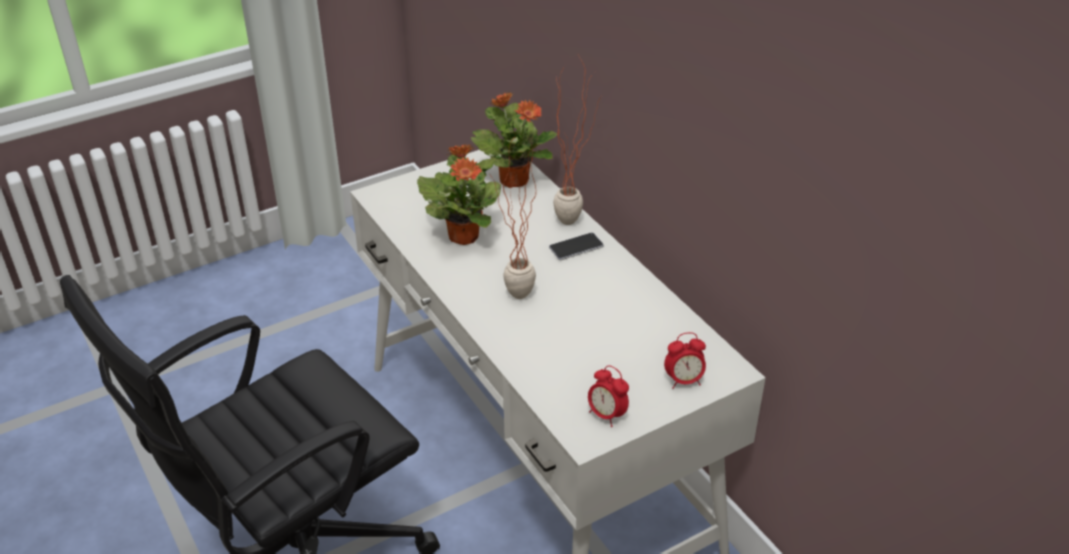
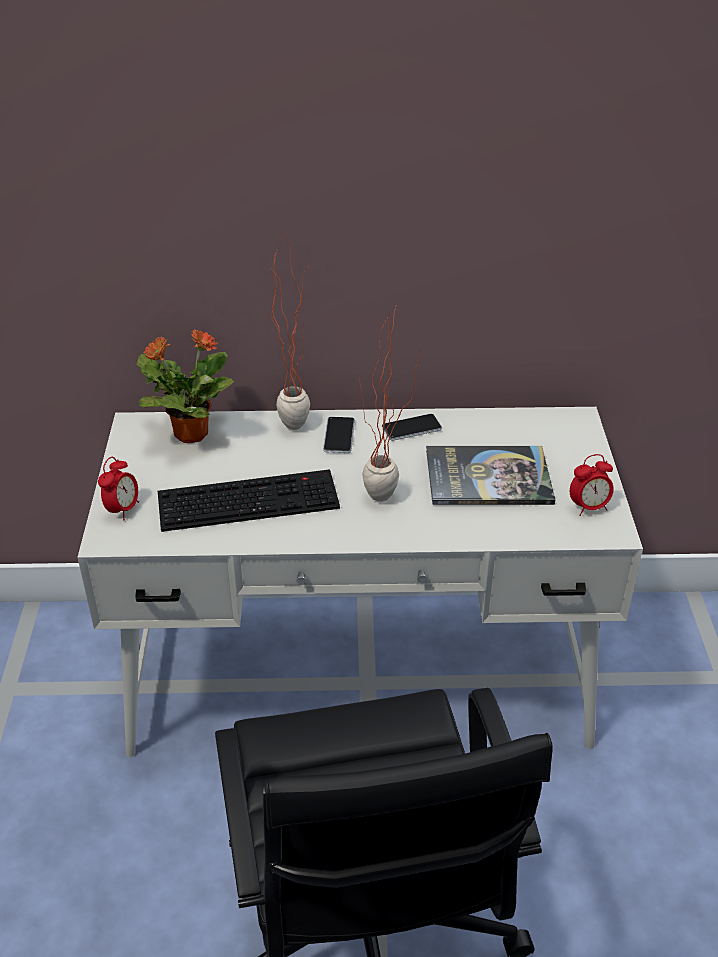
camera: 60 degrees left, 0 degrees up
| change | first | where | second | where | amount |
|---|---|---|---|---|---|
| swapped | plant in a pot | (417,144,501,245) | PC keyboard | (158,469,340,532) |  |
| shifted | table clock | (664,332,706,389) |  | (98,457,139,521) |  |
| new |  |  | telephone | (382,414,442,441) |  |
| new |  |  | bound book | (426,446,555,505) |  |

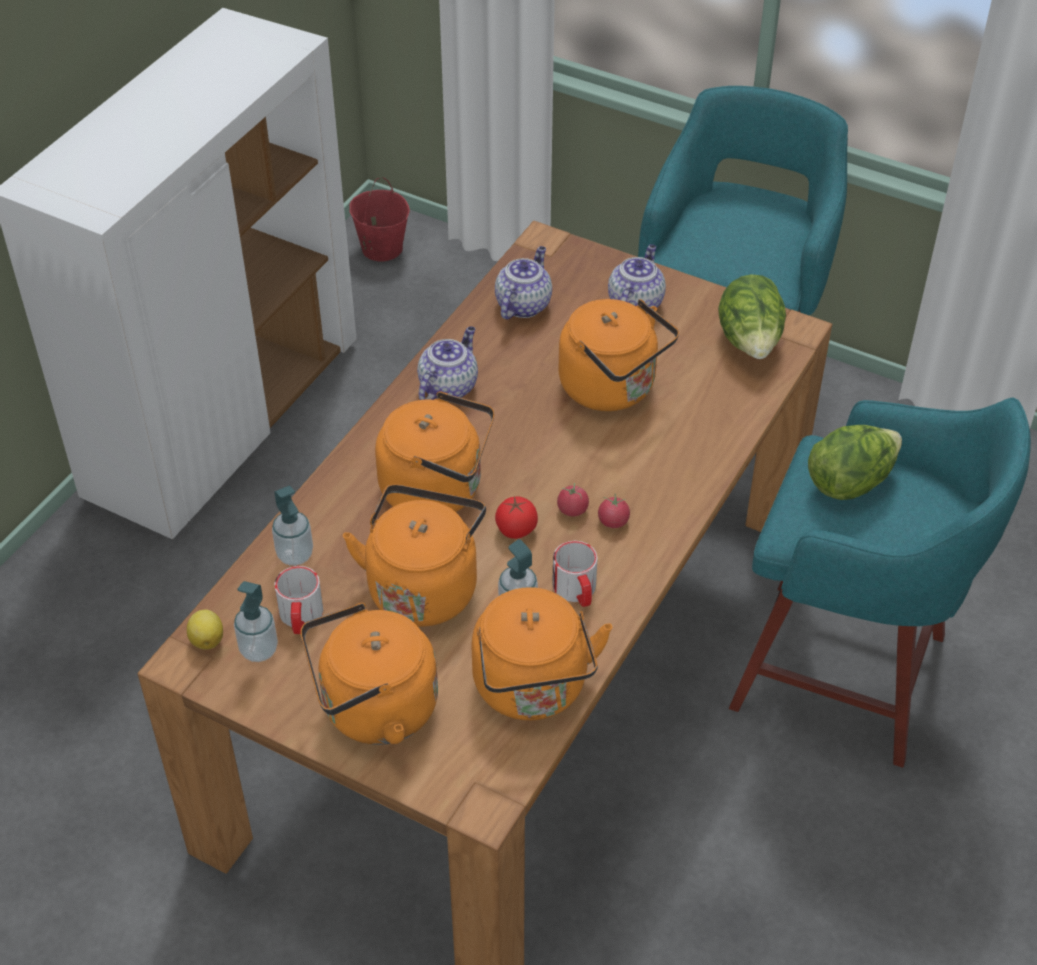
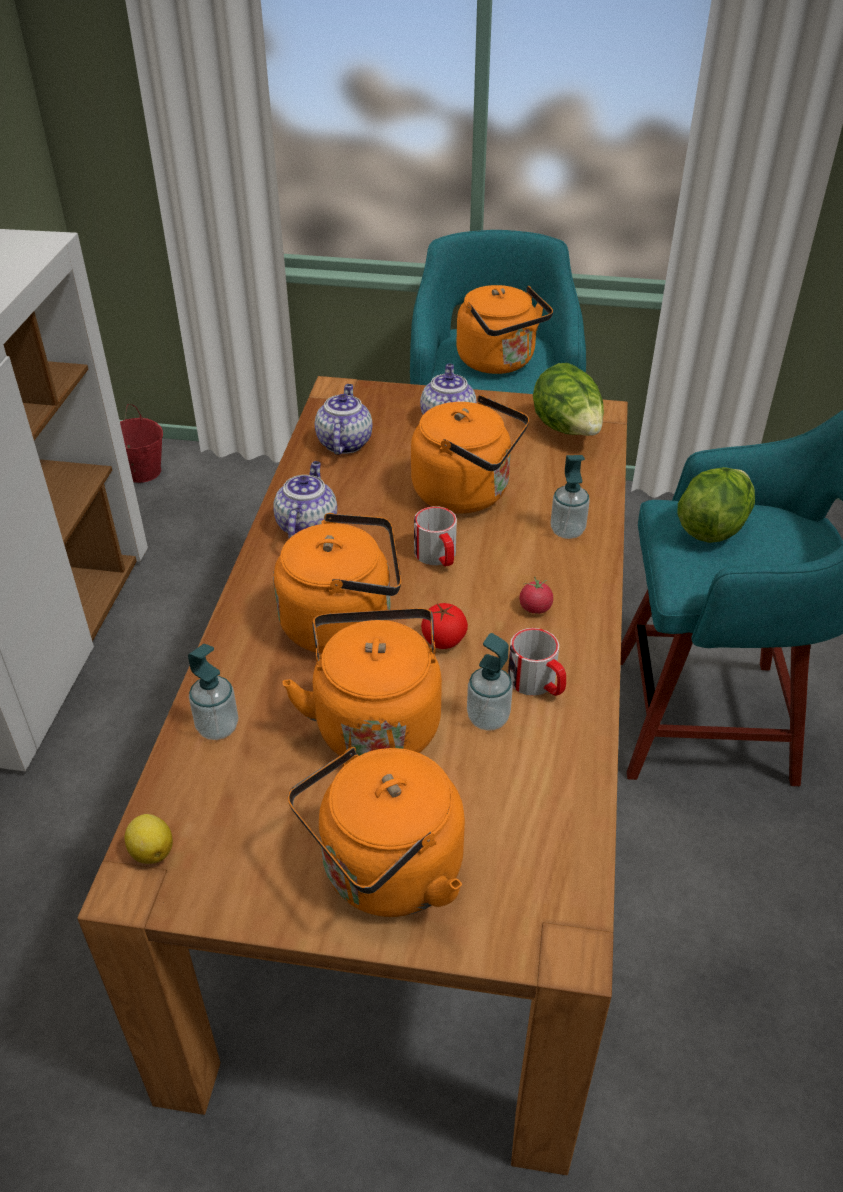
camera: 20 degrees left, 5 degrees down
| change | first | where | second | where | amount |
|---|---|---|---|---|---|
| gone | whole tomato | (557,483,589,517) |  |  |  |
| shifted | coffee mug | (274,566,323,634) |  | (414,506,457,566) |  |
| shifted | soap bottle | (234,581,278,662) |  | (550,455,590,539) |  |
| shifted | tea kettle (orange-coloured) | (471,587,612,720) |  | (456,285,553,374) |  |

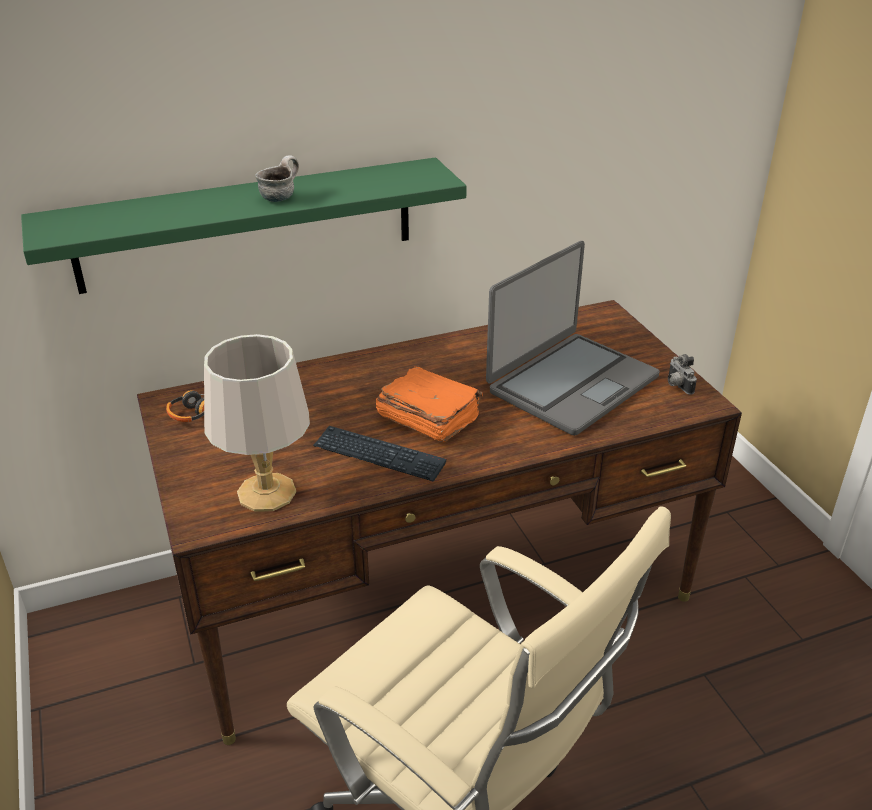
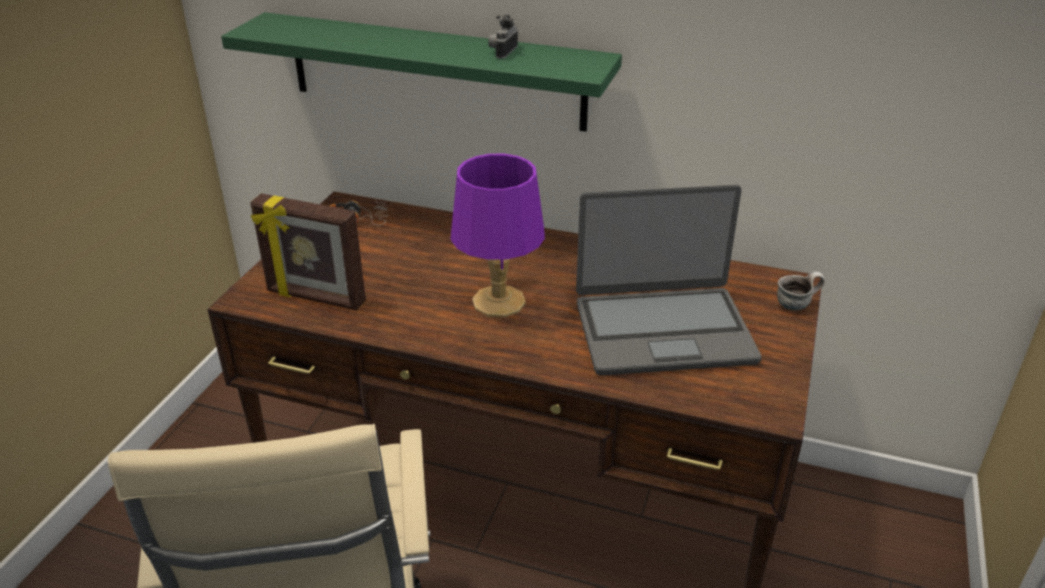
camera: 40 degrees right, 0 degrees up
| change | first | where | second | where | amount |
|---|---|---|---|---|---|
| shifted | coffee mug | (255,155,299,202) |  | (777,272,825,310) |  |
| swapped | lamp for a table (gray) | (204,334,310,512) | standing frame | (250,193,366,310) |  |
| shifted | still camera | (668,354,697,395) |  | (488,14,518,59) |  |
| swapped | bound book (orange-coloured) | (376,367,483,443) | lamp for a table (purple-coloured) | (450,154,545,317) |  |
| gone | PC keyboard | (313,426,446,481) |  |  |  |

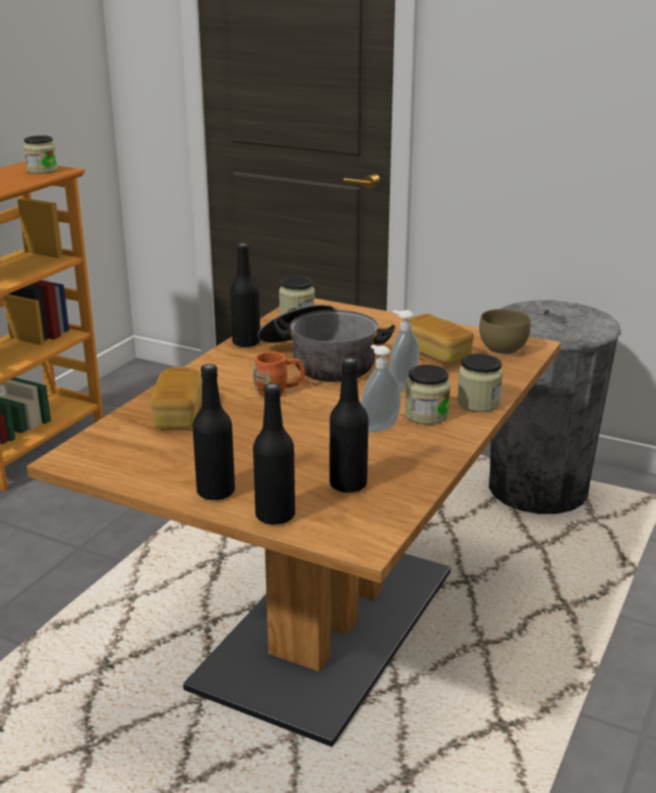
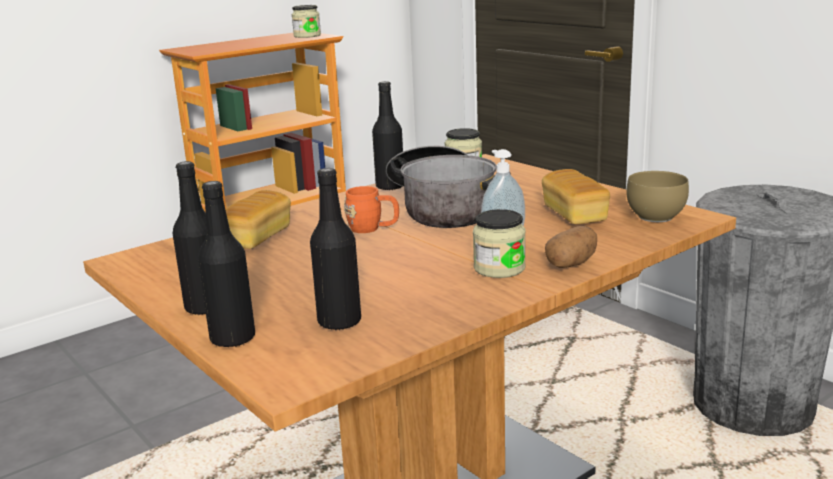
camera: 25 degrees right, 5 degrees down
| change | first | where | second | where | amount |
|---|---|---|---|---|---|
| gone | soap bottle | (361,345,401,433) |  |  |  |
| swapped | preserve jar | (457,354,503,412) | spud | (545,226,597,268) |  |

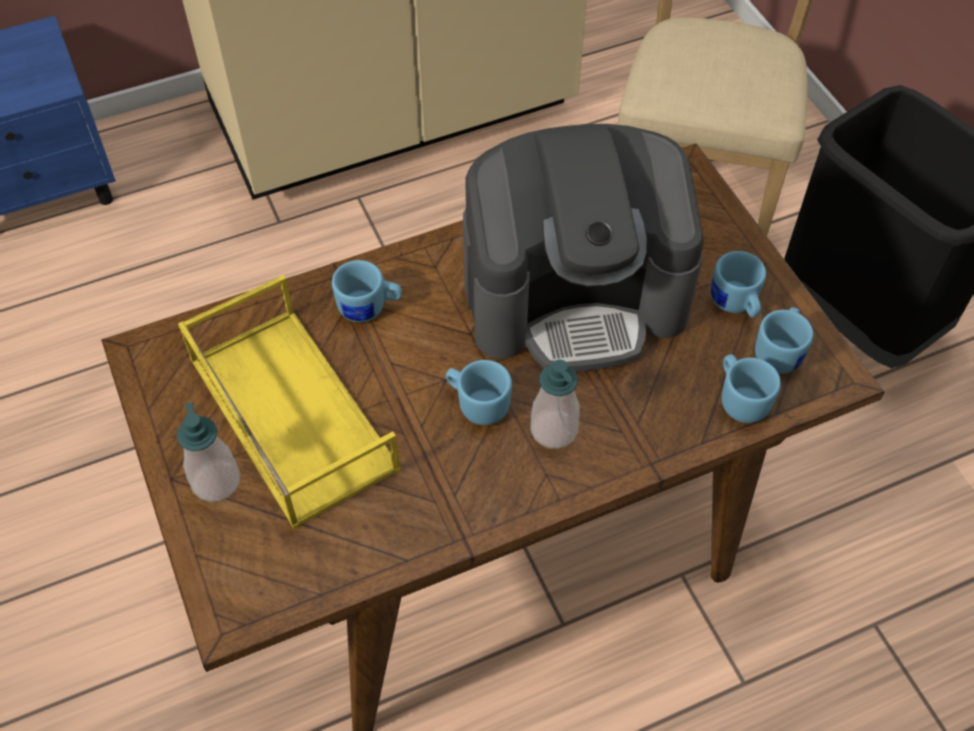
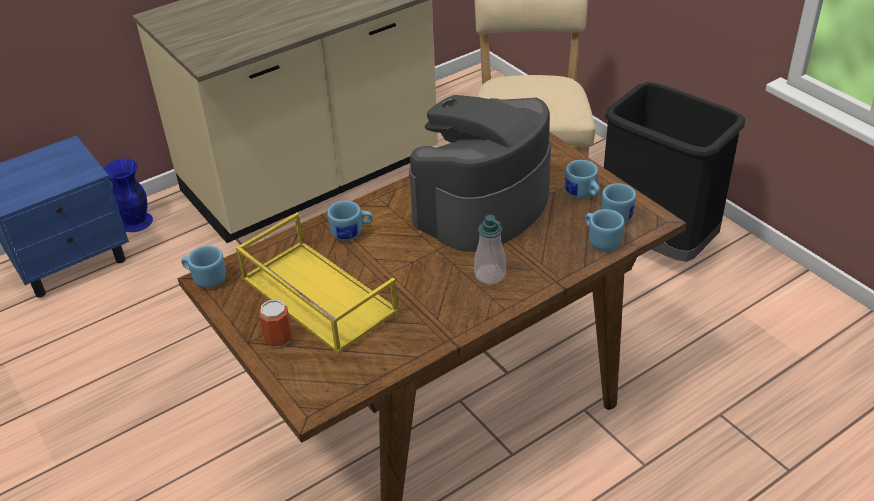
camera: 10 degrees left, 15 degrees down
| change | first | where | second | where | amount |
|---|---|---|---|---|---|
| rotated | coffee maker | (463,124,704,372) |  | (409,95,551,252) | 150 degrees clockwise |
| shifted | coffee mug (blue-coloured) | (446,360,512,425) |  | (181,246,226,288) |  |
| swapped | soap bottle | (177,402,240,502) | sealed can | (259,299,292,347) |  |
| new |  |  | flower vase (blue-coloured) | (104,158,153,232) |  |

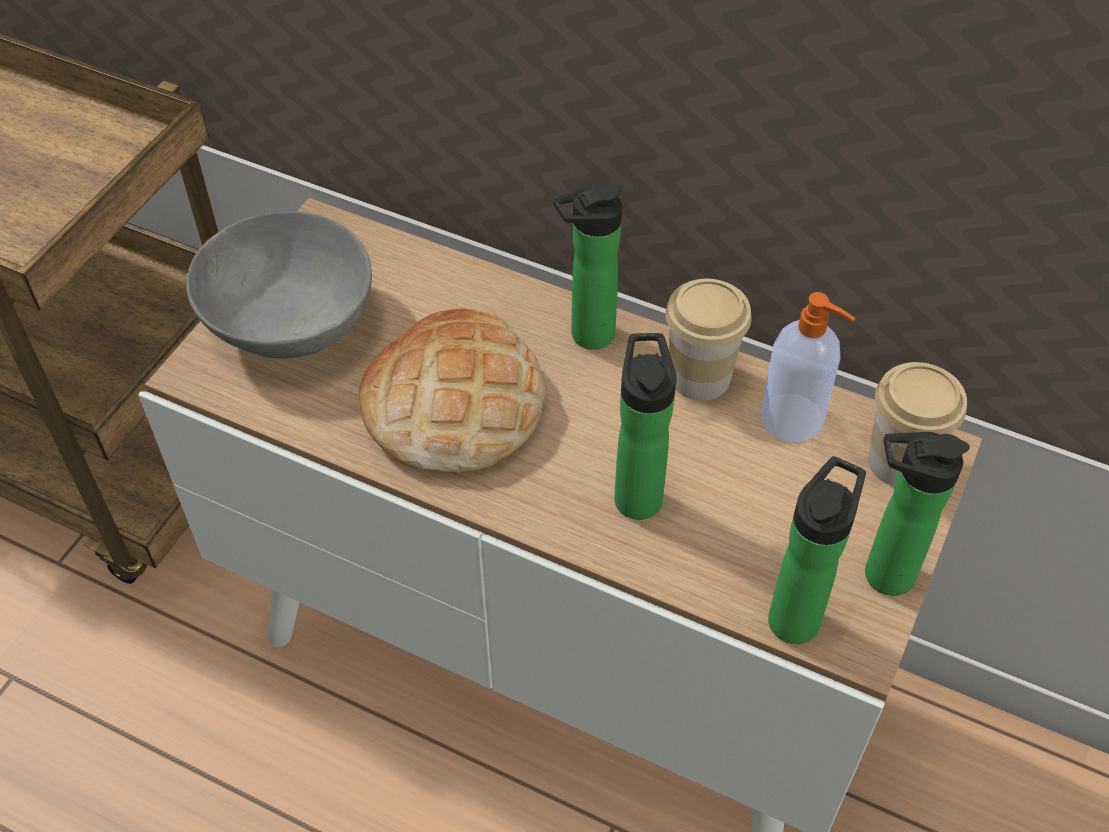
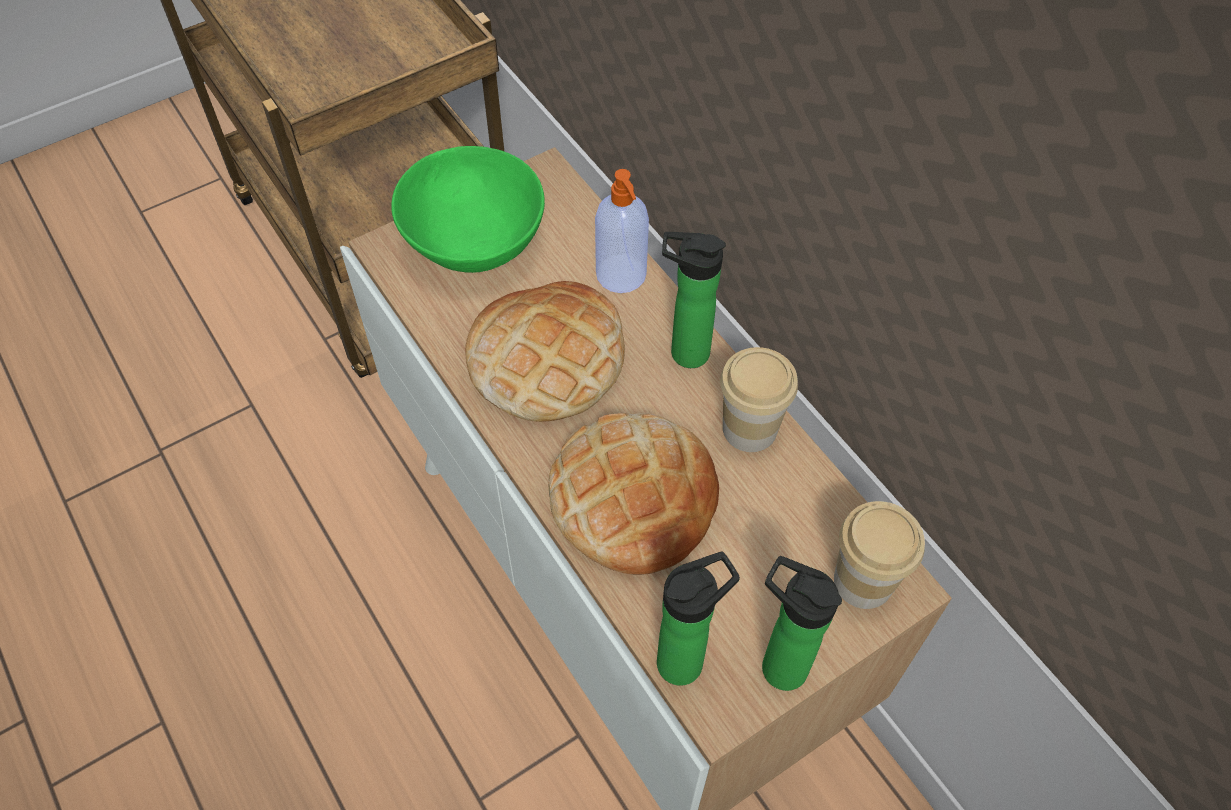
camera: 30 degrees right, 5 degrees up
| change | first | where | second | where | amount |
|---|---|---|---|---|---|
| repainted | deep dish (gray) | (186,211,372,359) | deep dish (green) | (391,146,545,273) |  |
| shifted | soap bottle | (761,292,855,442) |  | (595,169,649,293) |  |
| swapped | beverage bottle | (614,333,677,520) | baked bread | (549,413,719,575) |  |

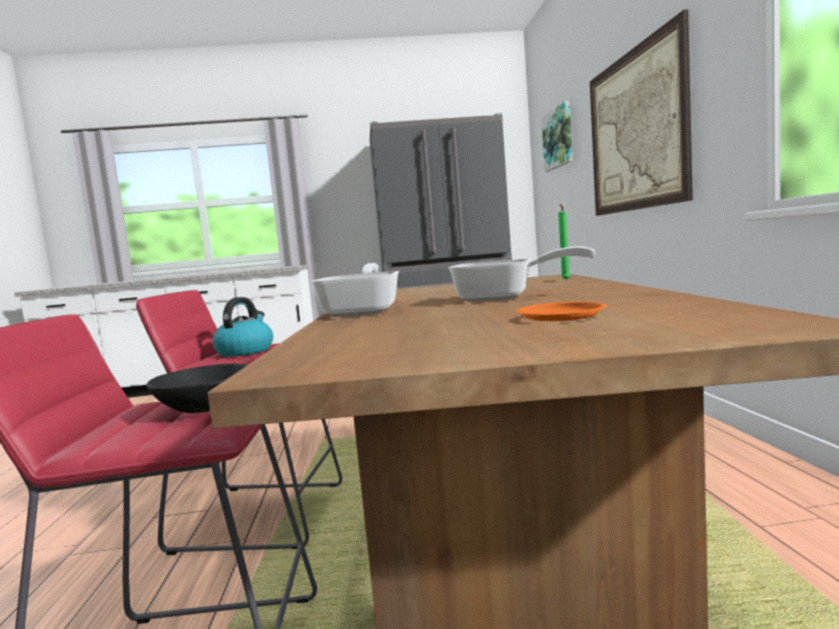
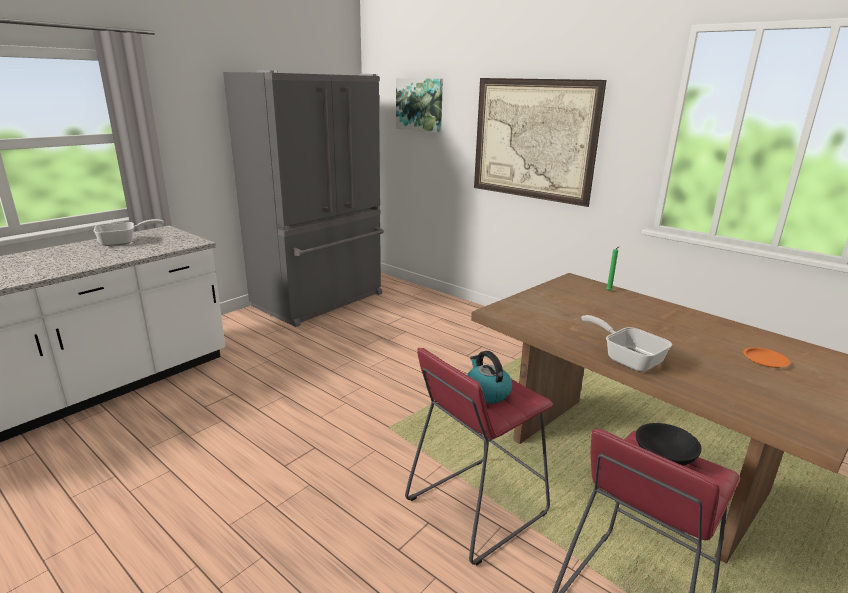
camera: 45 degrees left, 15 degrees up
| change | first | where | second | where | amount |
|---|---|---|---|---|---|
| shifted | skillet | (448,247,596,302) |  | (94,219,164,246) |  |

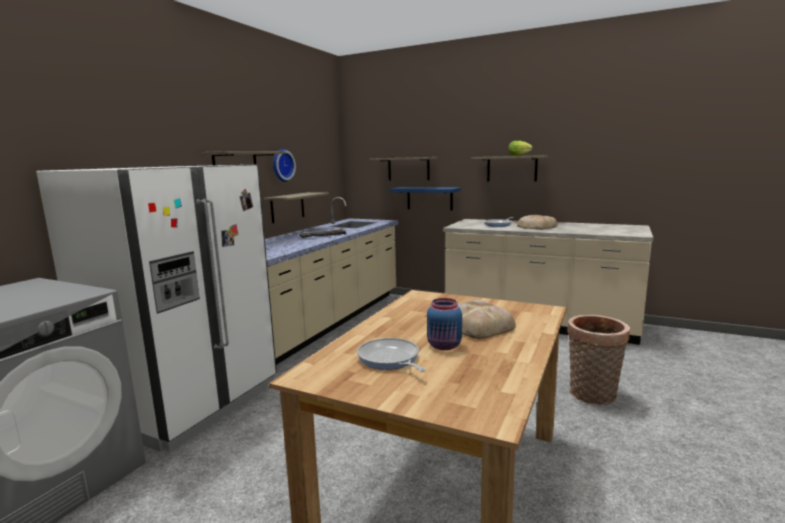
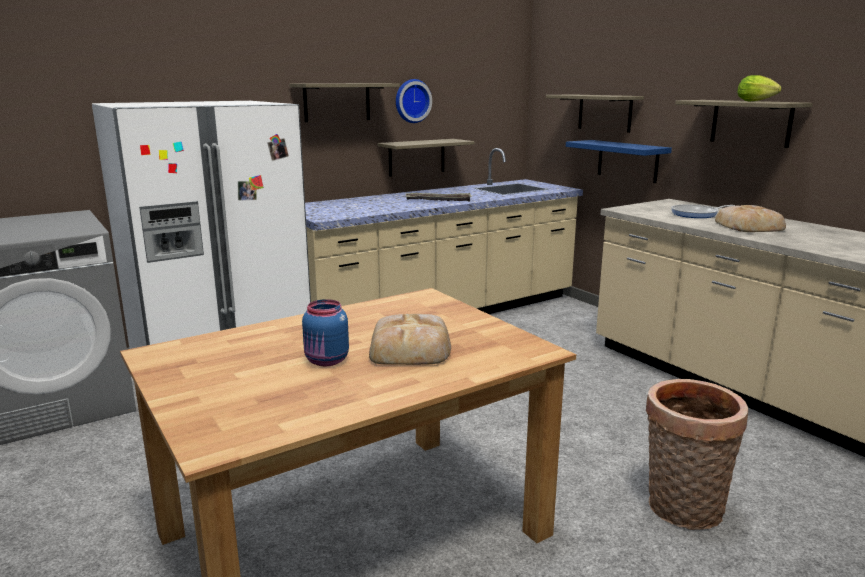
camera: 30 degrees right, 5 degrees up
| change | first | where | second | where | amount |
|---|---|---|---|---|---|
| gone | skillet | (357,338,426,372) |  |  |  |

